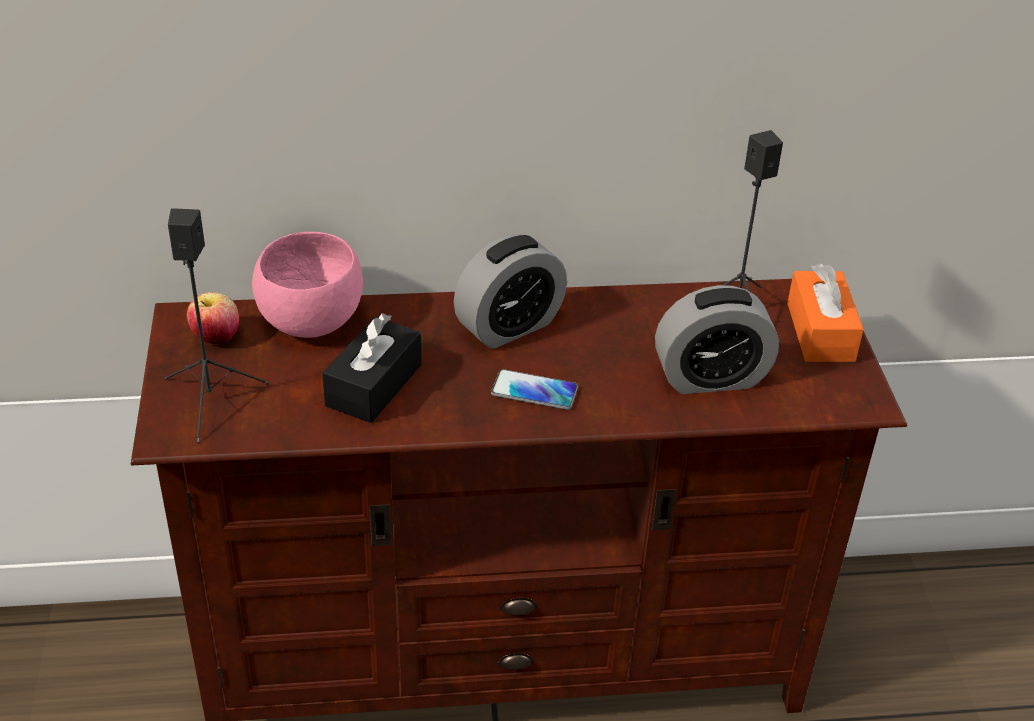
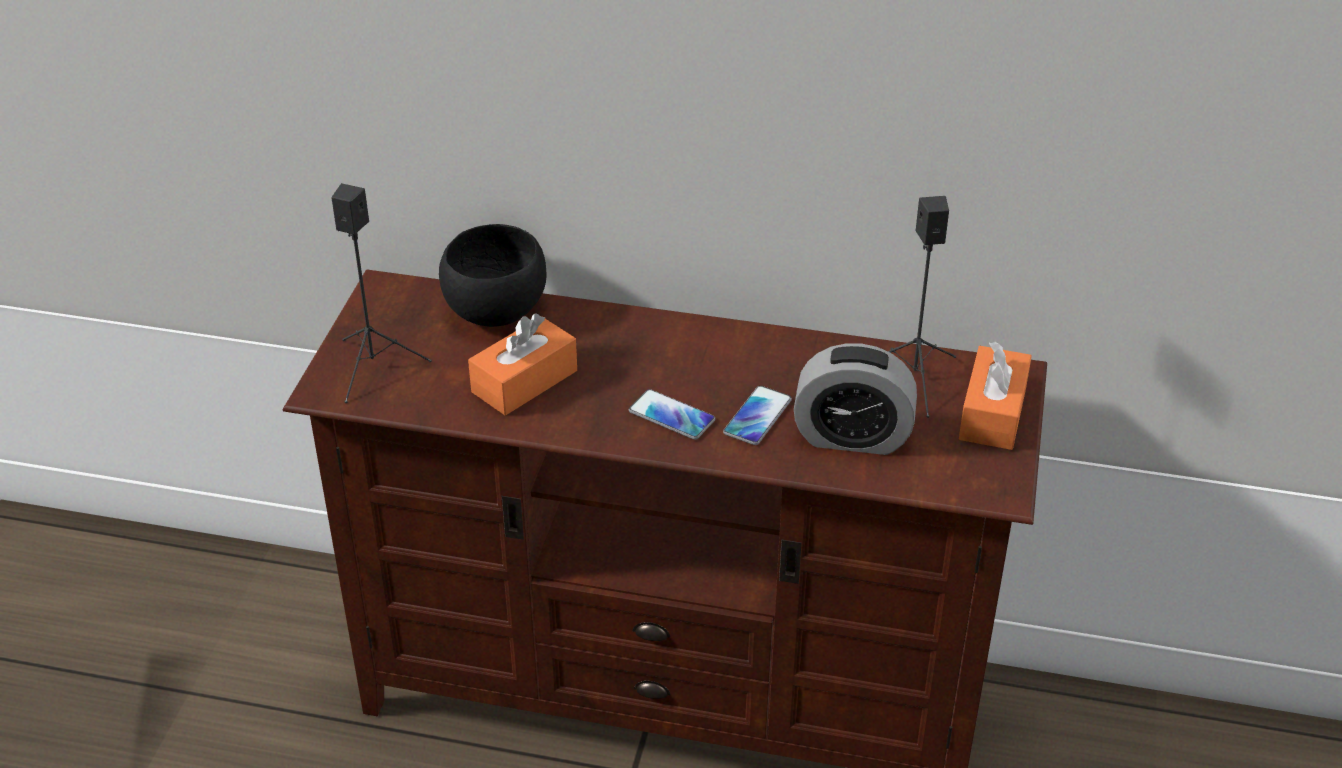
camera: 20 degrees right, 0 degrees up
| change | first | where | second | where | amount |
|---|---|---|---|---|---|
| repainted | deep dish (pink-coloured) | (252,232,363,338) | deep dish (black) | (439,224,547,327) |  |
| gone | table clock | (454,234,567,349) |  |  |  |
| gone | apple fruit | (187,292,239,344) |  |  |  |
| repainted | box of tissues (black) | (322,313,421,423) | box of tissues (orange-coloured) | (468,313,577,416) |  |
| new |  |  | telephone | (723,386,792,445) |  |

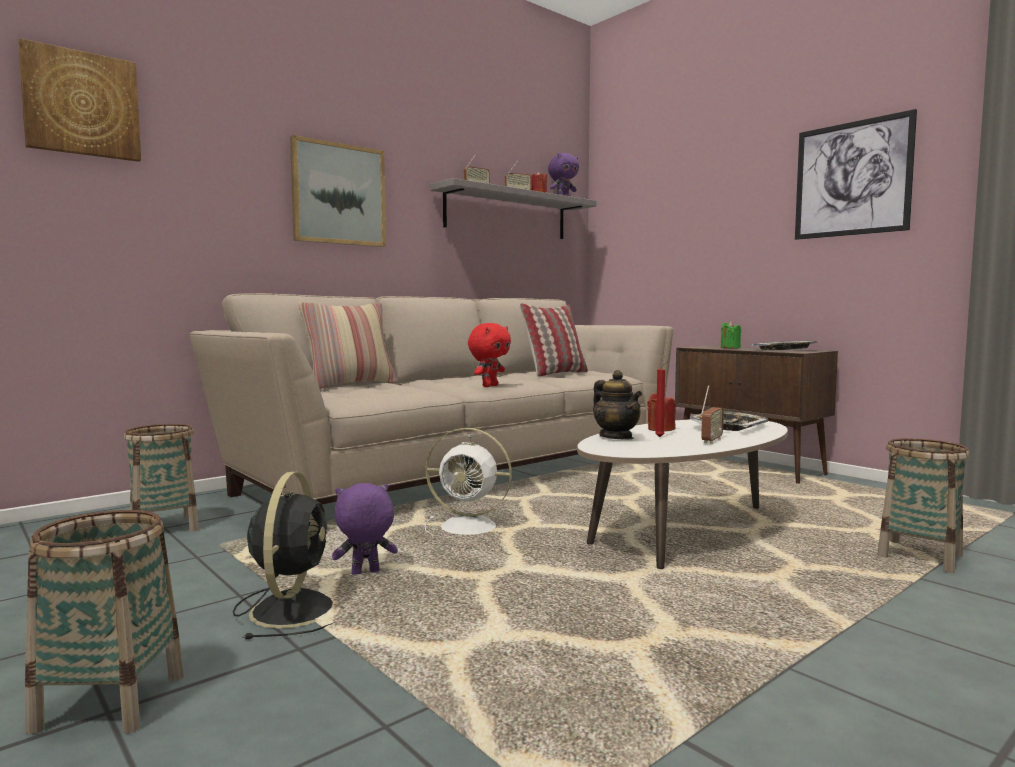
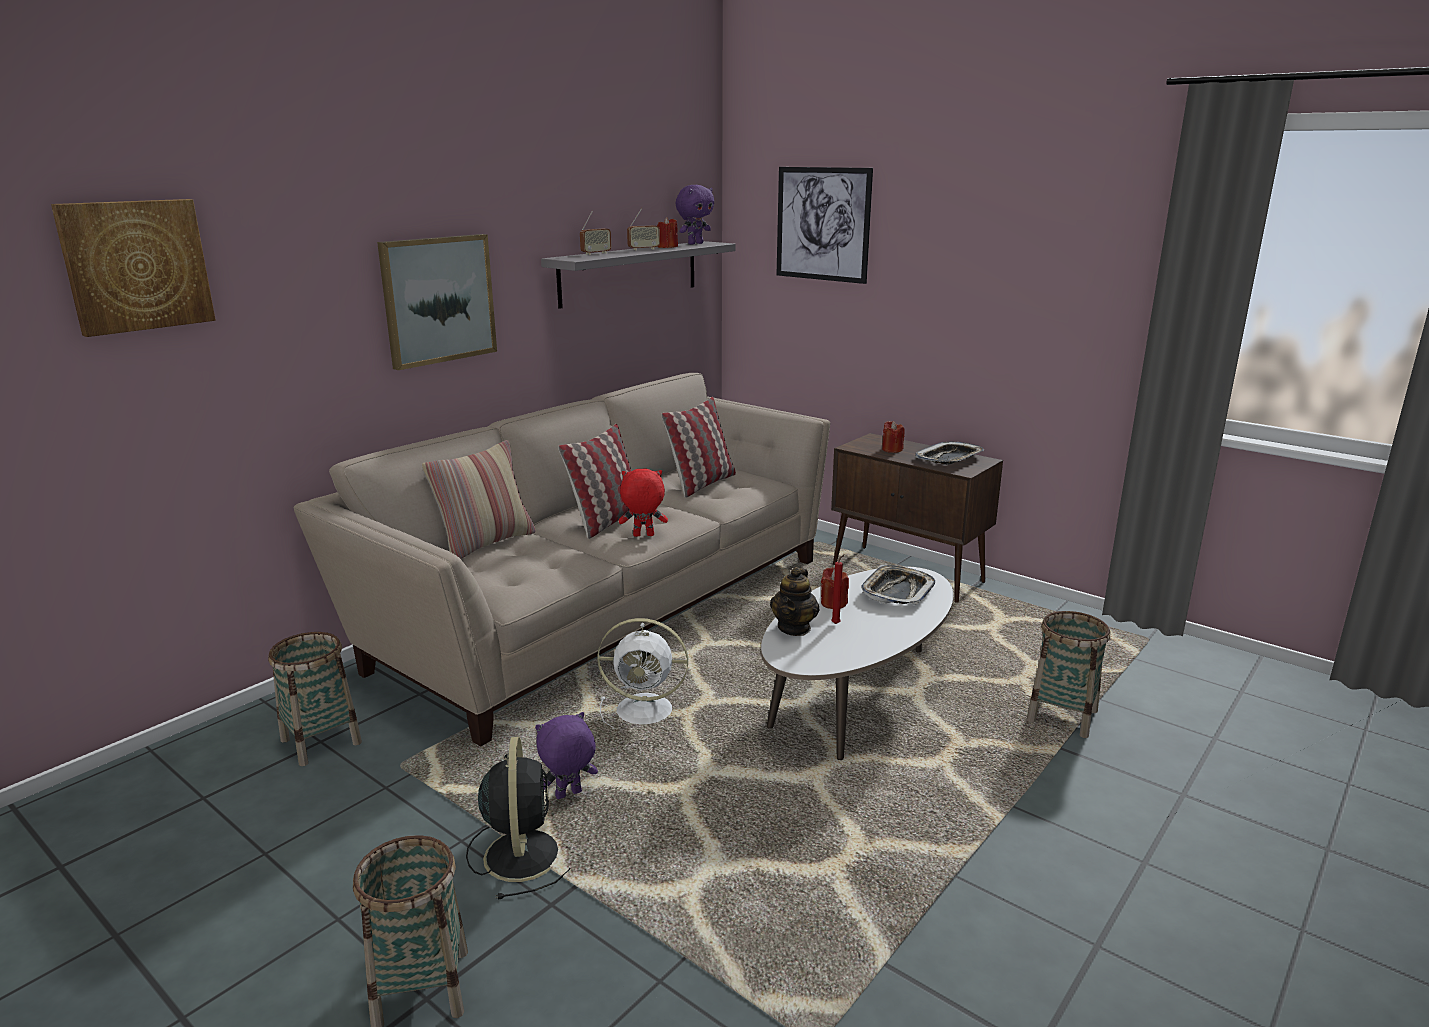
camera: 10 degrees left, 15 degrees up
| change | first | where | second | where | amount |
|---|---|---|---|---|---|
| shifted | picture | (795,109,917,240) |  | (776,167,873,284) |  |
| repainted | candle (green) | (721,321,741,348) | candle (reddish) | (882,421,905,453) |  |
| rotated | cuddly toy (reddish) | (468,323,511,387) |  | (619,469,668,537) | 120 degrees counterclockwise |
| rotated | teapot | (593,370,642,440) |  | (770,567,819,636) | 60 degrees clockwise |
| gone | radio set | (701,385,724,444) |  |  |  |
| new |  |  | pillow | (558,424,632,539) |  |

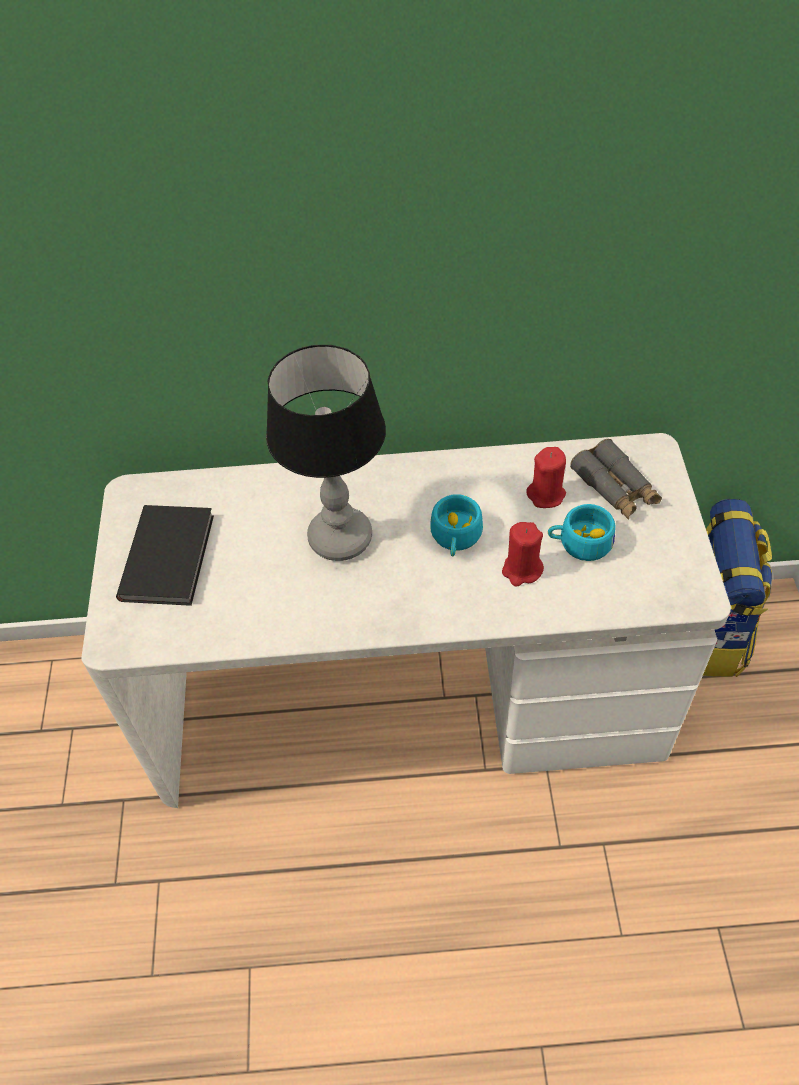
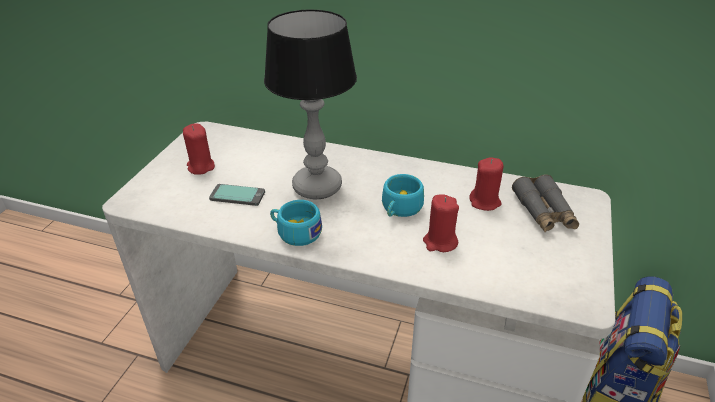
camera: 20 degrees right, 15 degrees down
| change | first | where | second | where | amount |
|---|---|---|---|---|---|
| shifted | cup (blue-green) | (548,504,616,561) |  | (270,200,322,246) |  |
| swapped | bound book (black) | (116,505,214,606) | candle (reddish) | (183,123,215,175) |  |
| new |  |  | telephone | (209,184,265,206) |  |

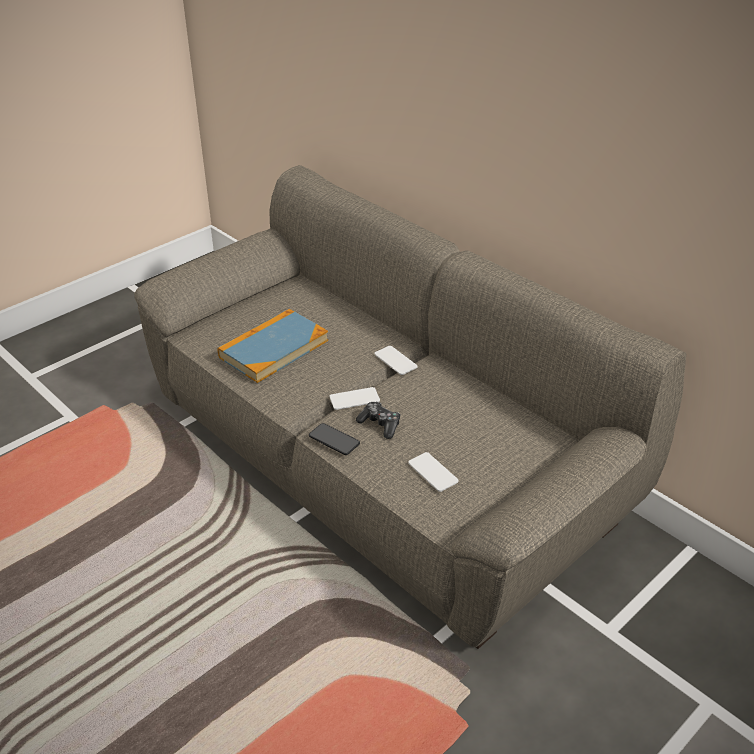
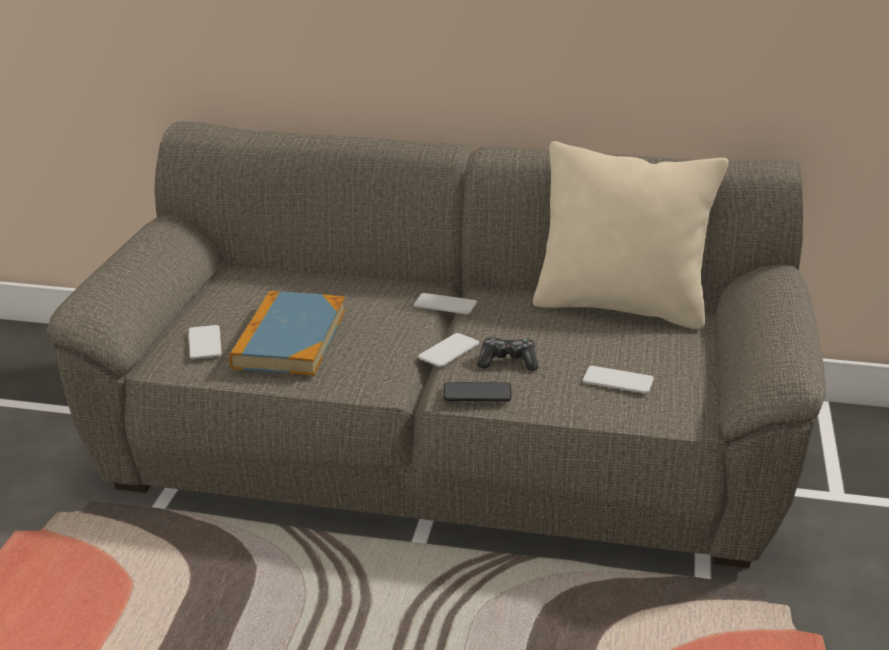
camera: 35 degrees left, 10 degrees down
| change | first | where | second | where | amount |
|---|---|---|---|---|---|
| new |  |  | pillow (sand-coloured) | (533,141,729,329) |  |
| new |  |  | telephone | (188,325,222,359) |  |

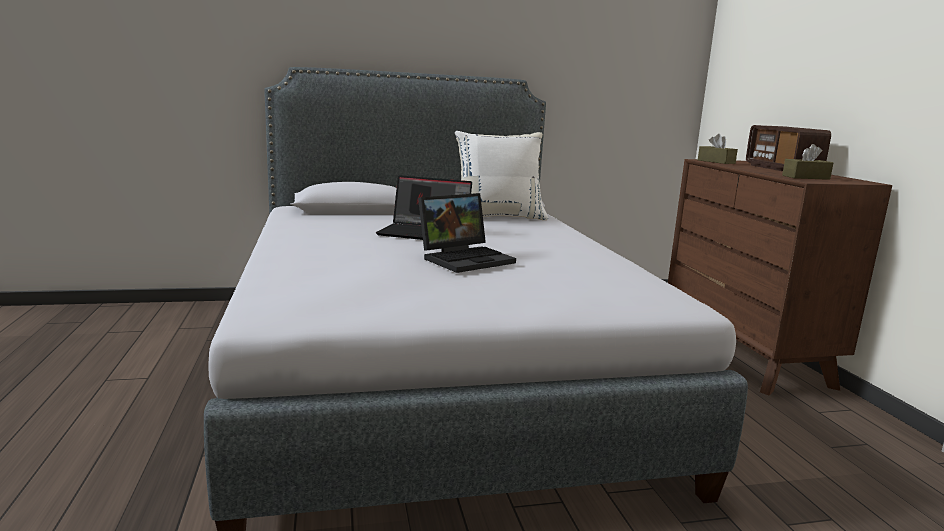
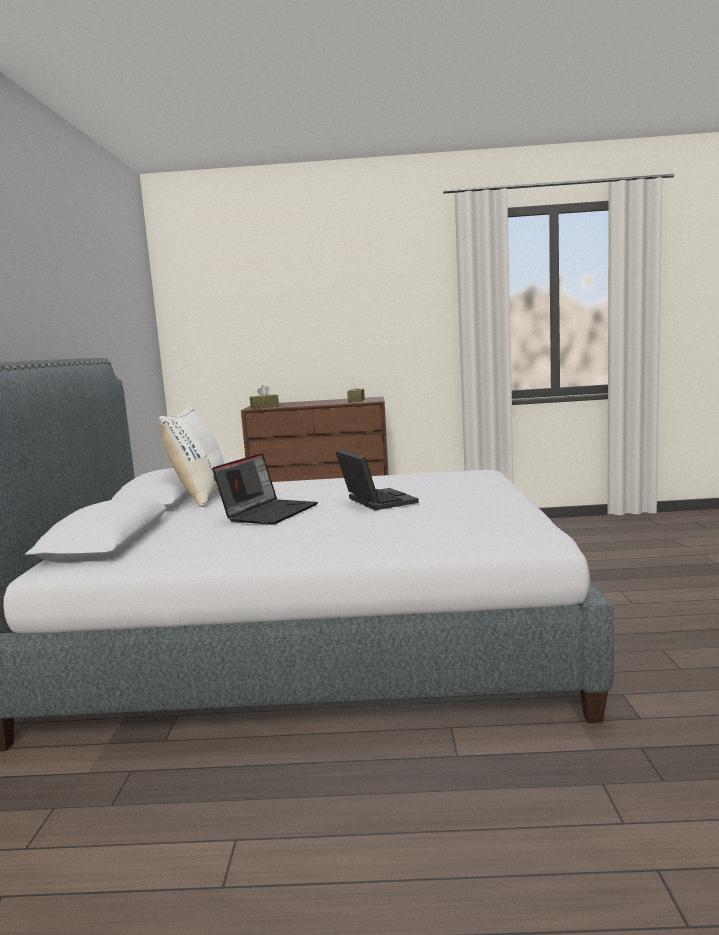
camera: 75 degrees left, 5 degrees down
| change | first | where | second | where | amount |
|---|---|---|---|---|---|
| gone | radio set | (746,125,831,172) |  |  |  |

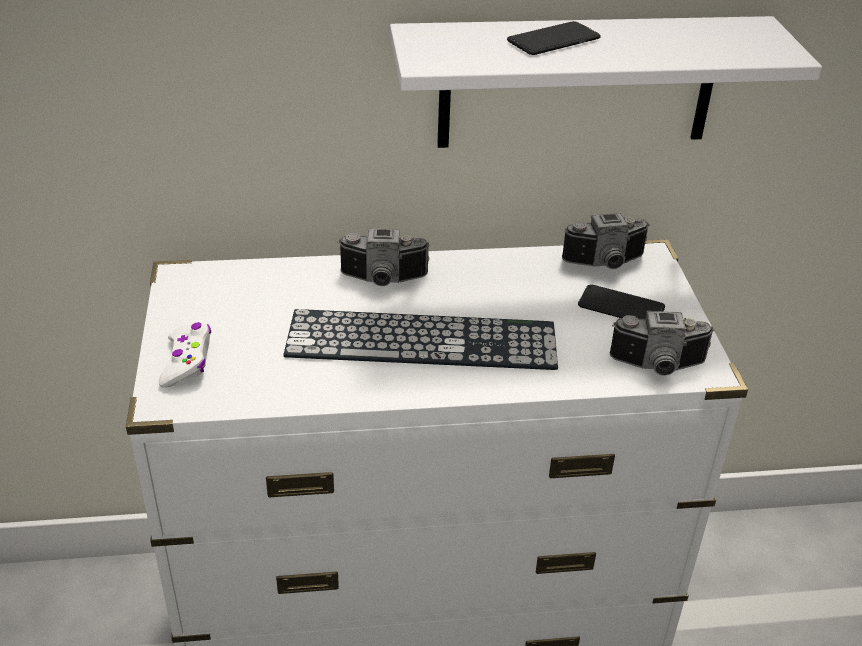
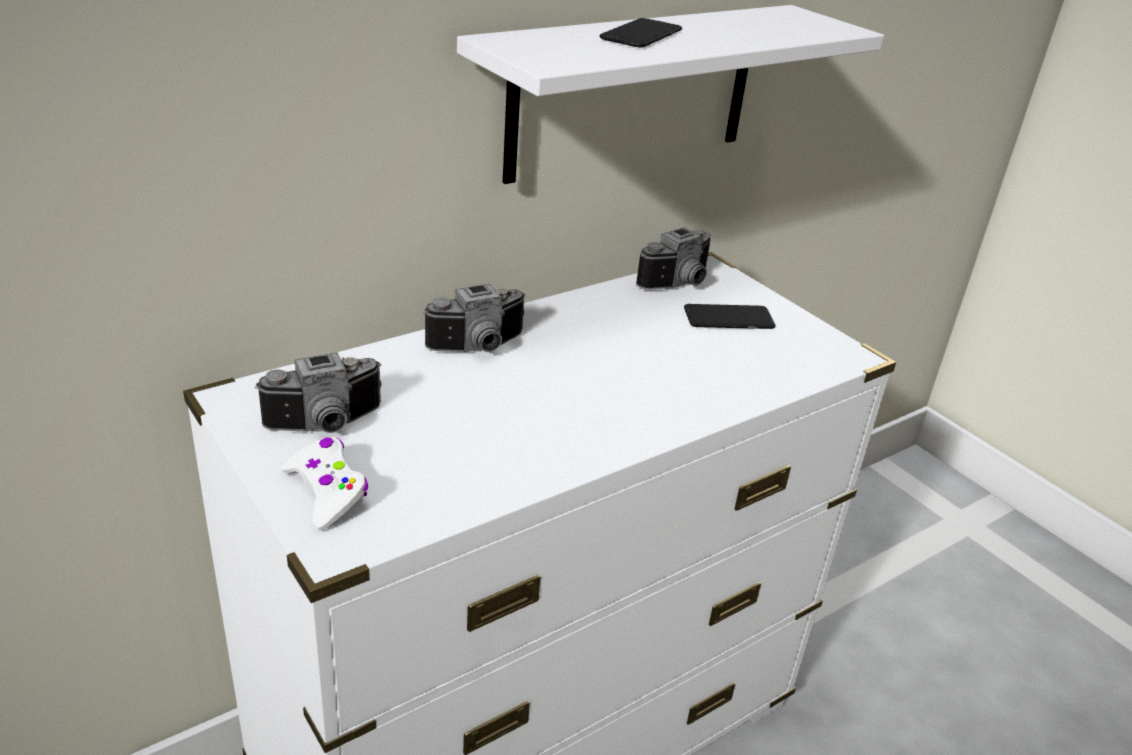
camera: 30 degrees left, 5 degrees down
| change | first | where | second | where | amount |
|---|---|---|---|---|---|
| gone | PC keyboard | (283,309,558,370) |  |  |  |
| shifted | still camera | (610,311,715,376) |  | (255,352,382,433) |  |

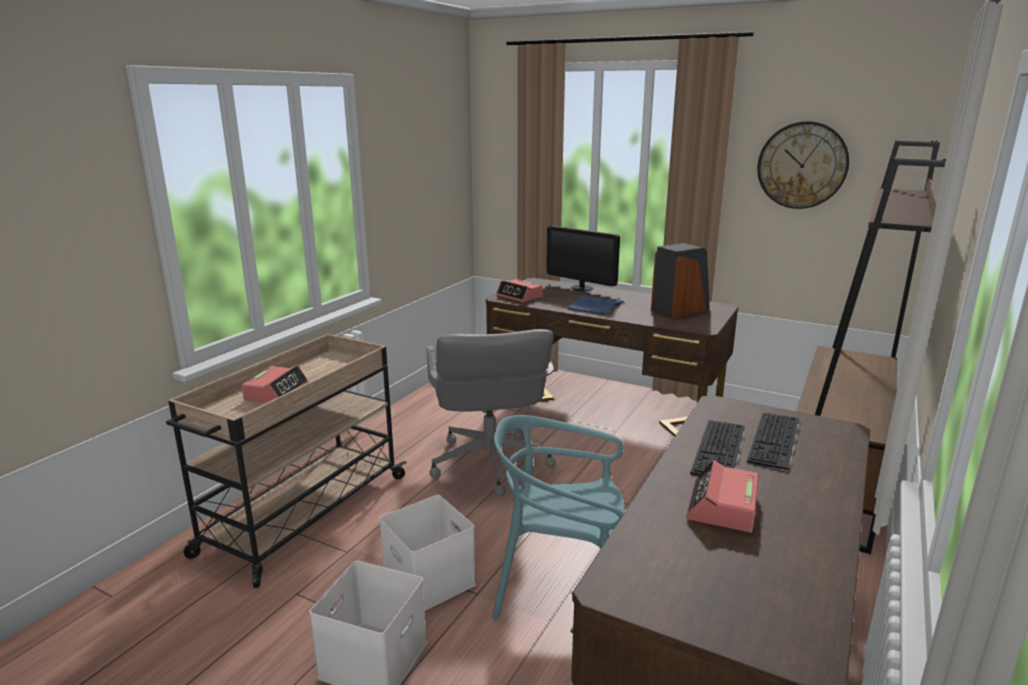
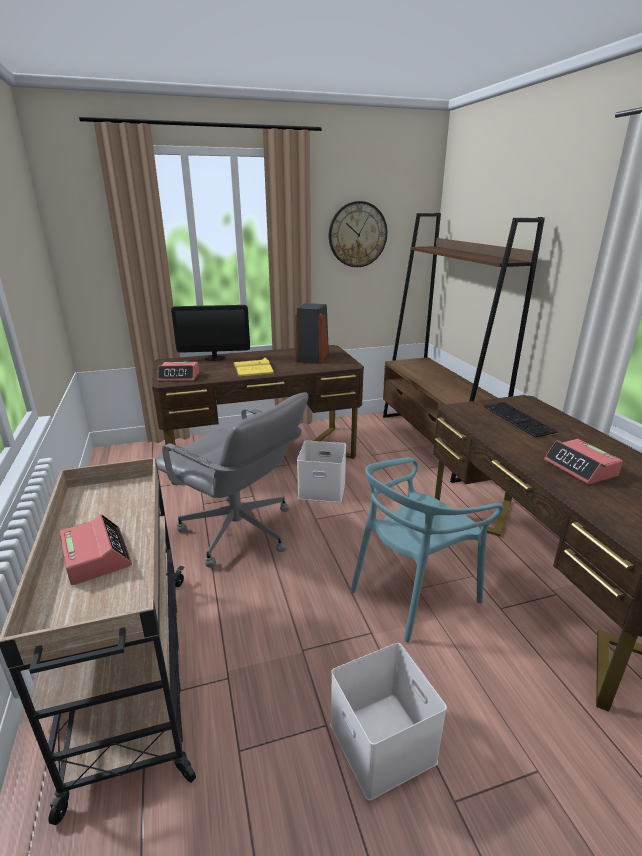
camera: 45 degrees left, 5 degrees up
| change | first | where | second | where | amount |
|---|---|---|---|---|---|
| repainted | bound book (blue-coloured) | (567,295,623,316) | bound book (yellow) | (233,358,274,377) |  |
| gone | PC keyboard | (690,420,745,475) |  |  |  |
| shifted | storage bin (whitish) | (379,495,476,611) |  | (297,441,346,503) |  |

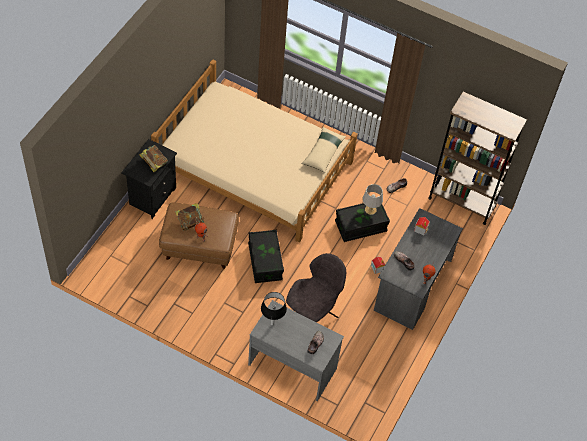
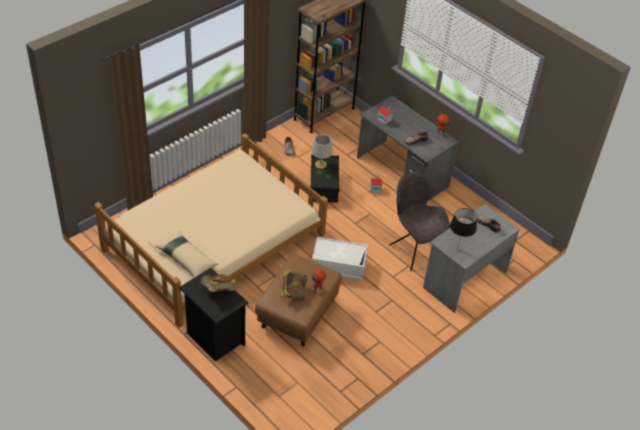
camera: 70 degrees left, 10 degrees down
| change | first | where | second | where | amount |
|---|---|---|---|---|---|
| shifted | pillow (sand-coloured) | (301,127,346,173) |  | (155,231,218,278) |  |
| repainted | storage bin (black) | (248,230,284,283) | storage bin (whitish) | (312,237,368,281) |  |

